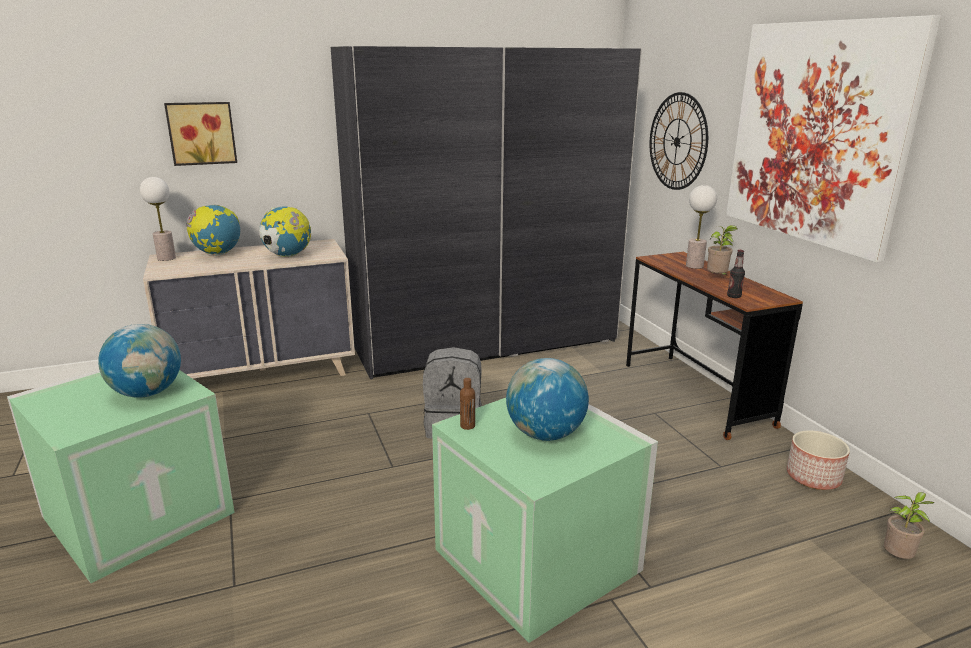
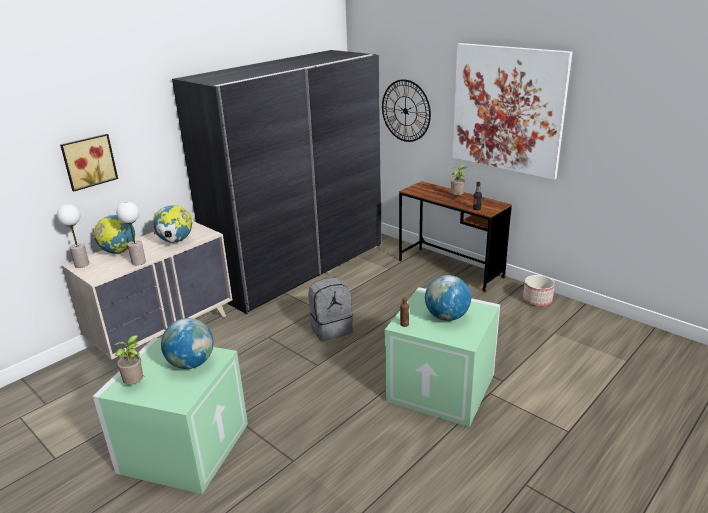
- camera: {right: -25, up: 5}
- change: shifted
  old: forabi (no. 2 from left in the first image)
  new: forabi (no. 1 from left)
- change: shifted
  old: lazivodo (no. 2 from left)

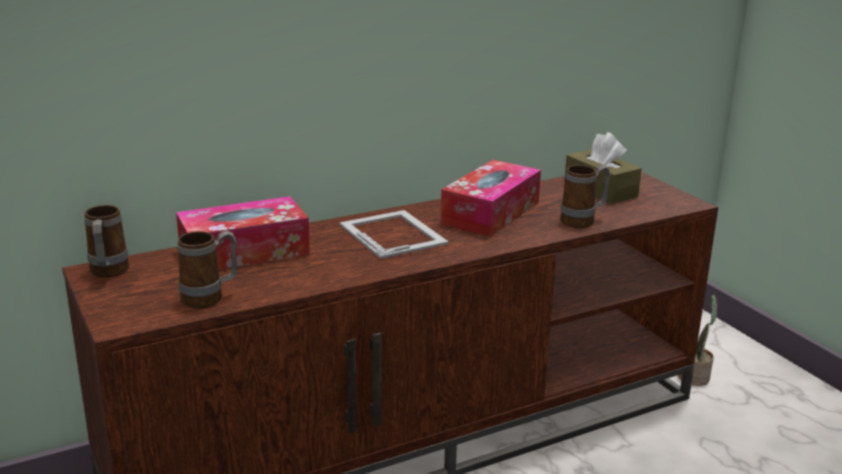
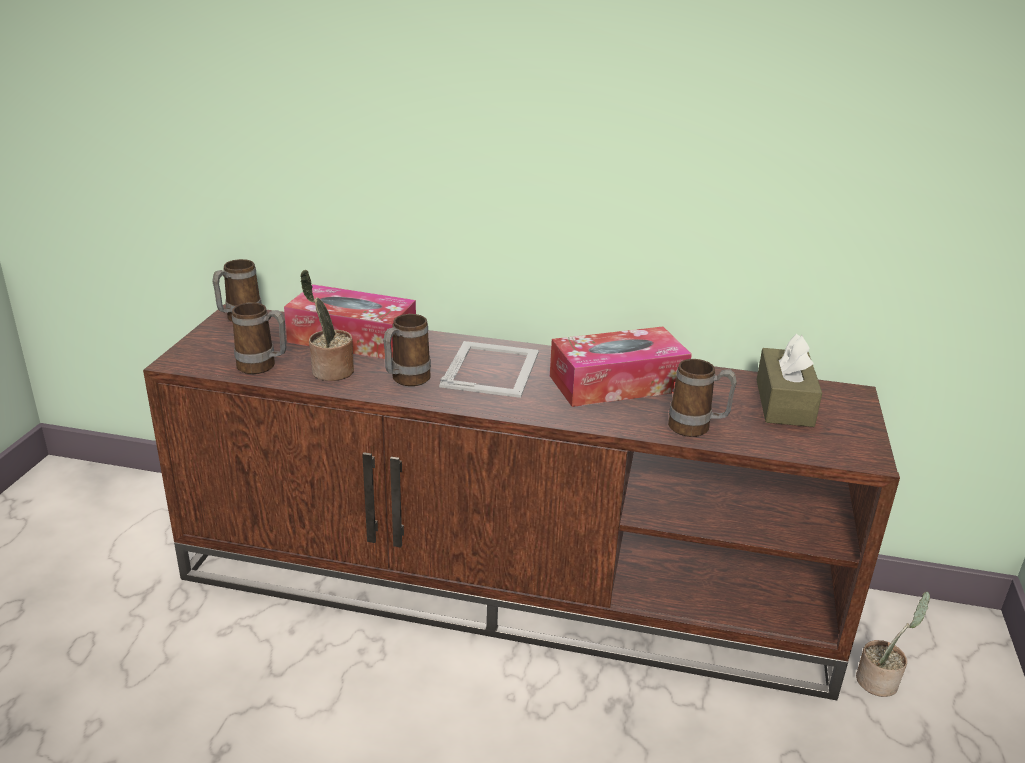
- camera: {right: 40, up: 5}
- change: new
  new: forabi (no. 1 from left)
- change: new
  new: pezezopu (no. 3 from left)

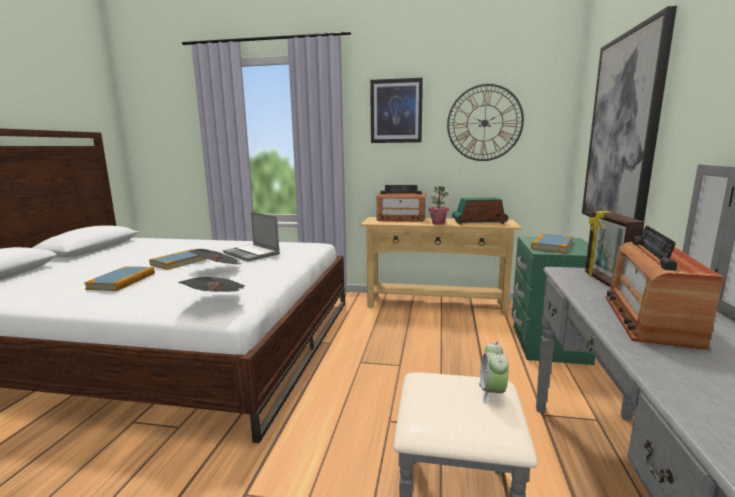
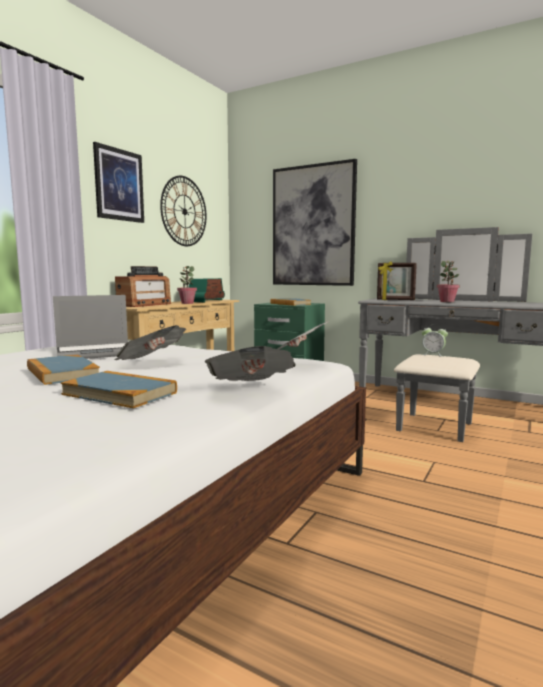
- camera: {right: -70, up: -5}
- change: new
  new: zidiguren (no. 2 from left)
- change: swapped
  old: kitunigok (no. 3 from left)
  new: forabi (no. 2 from left)

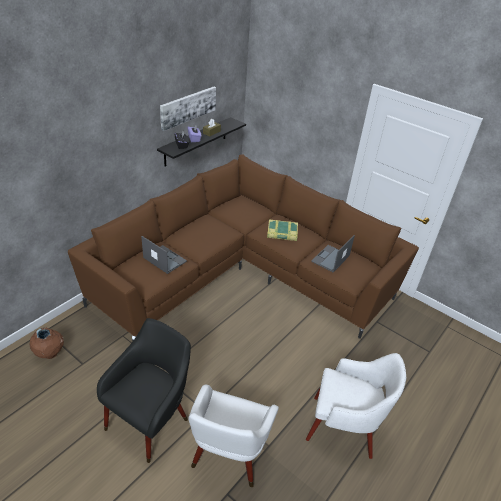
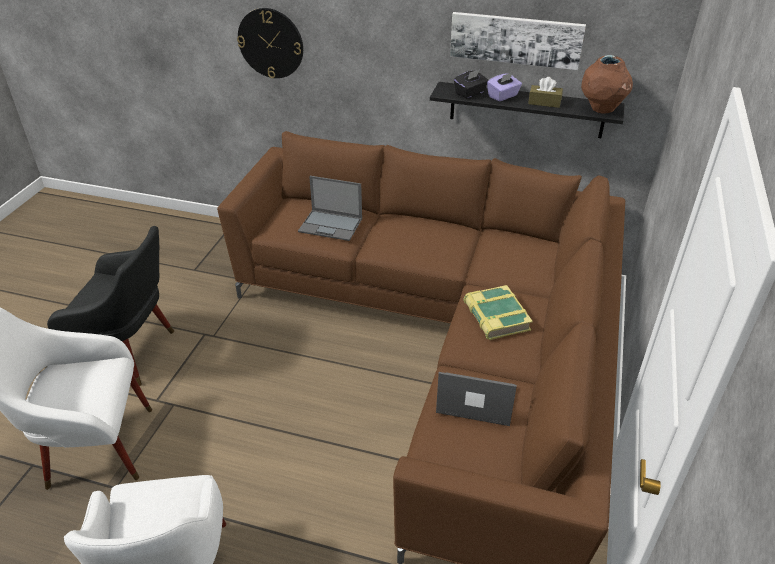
- camera: {right: 70, up: 0}
- change: new
  new: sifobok
- change: rotated
  old: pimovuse (no. 1 from left)
  degrees: 90
- change: shifted
  old: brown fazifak

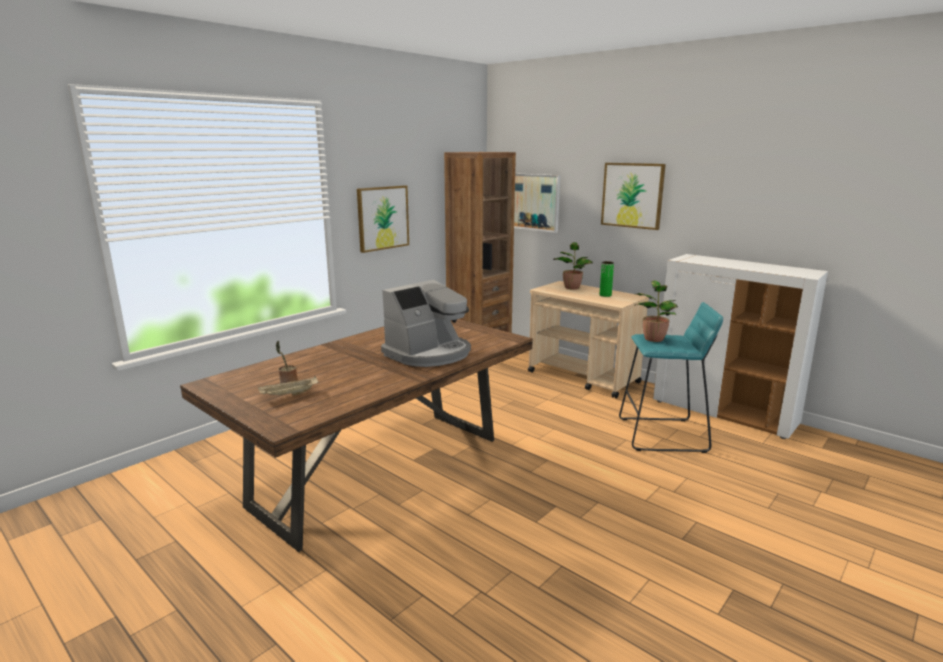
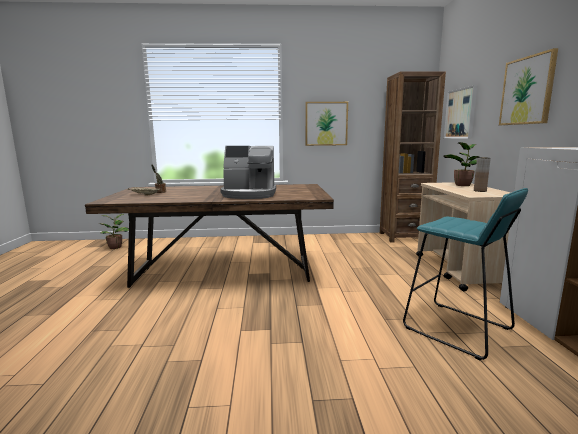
- camera: {right: 45, up: -5}
- change: shifted
  old: forabi (no. 3 from left in the first image)
  new: forabi (no. 1 from left)
- change: repainted
  old: green fazifak
  new: brown fazifak

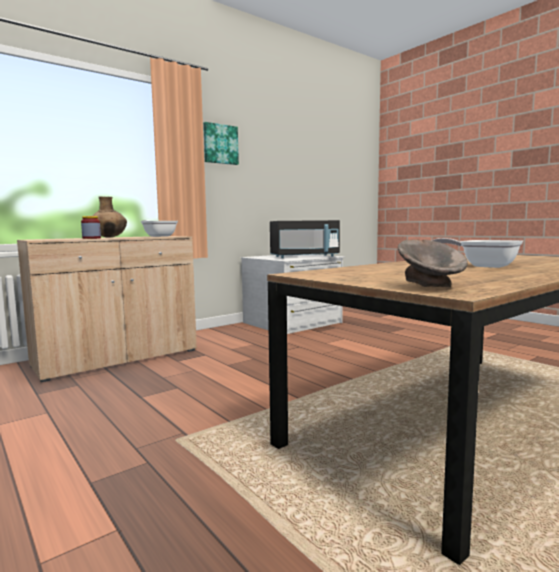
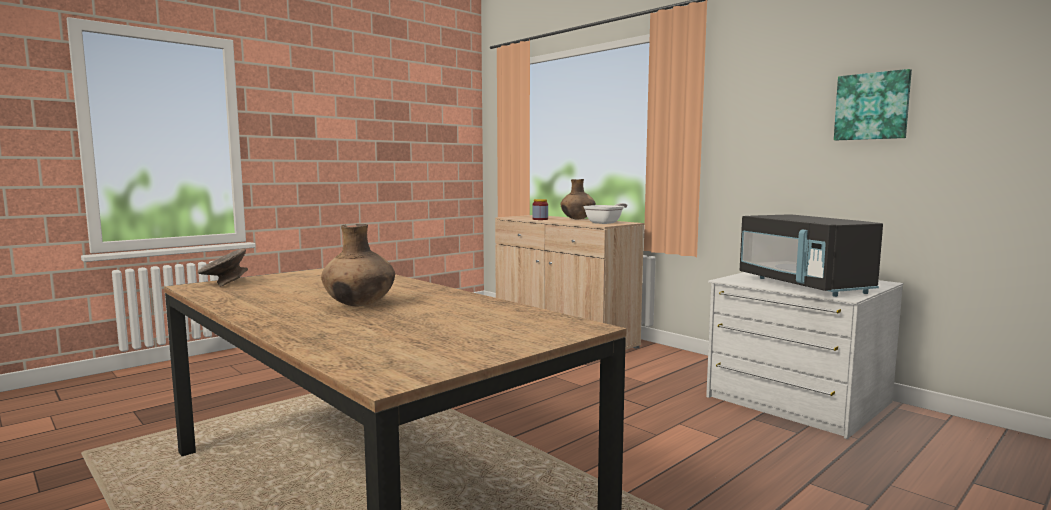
- camera: {right: 85, up: 0}
- change: swapped
  old: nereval (no. 2 from left)
  new: brown fazifak (no. 1 from left)
- change: shifted
  old: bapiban

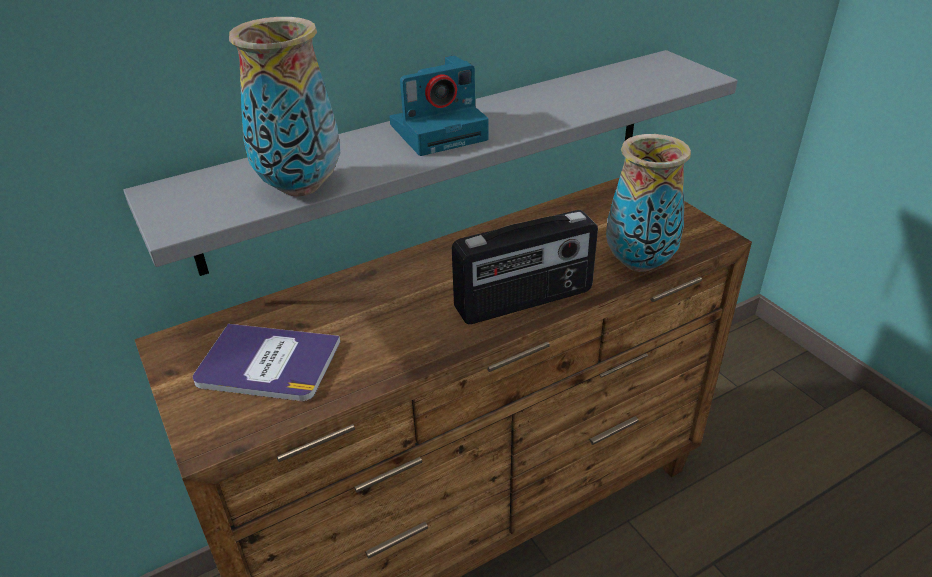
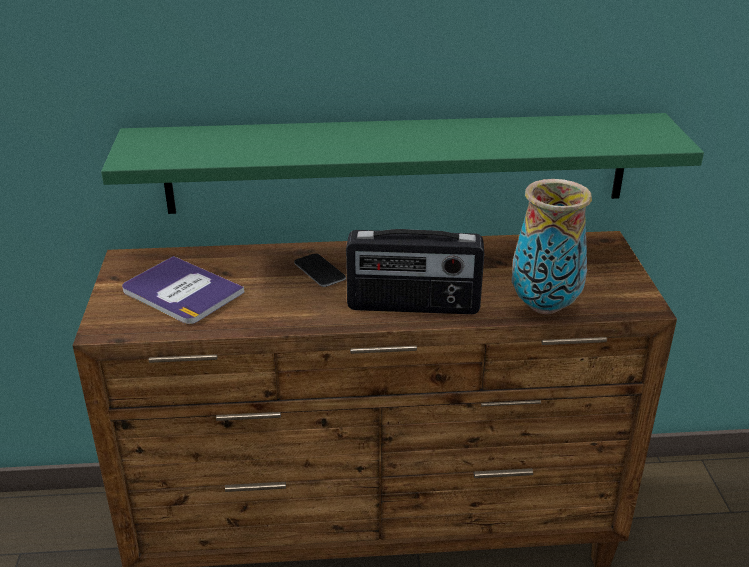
- camera: {right: 25, up: -5}
- change: repainted
  old: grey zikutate
  new: green zikutate
- change: new
  new: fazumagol
- change: gone
  old: fazifak (no. 1 from left)
- change: gone
  old: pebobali

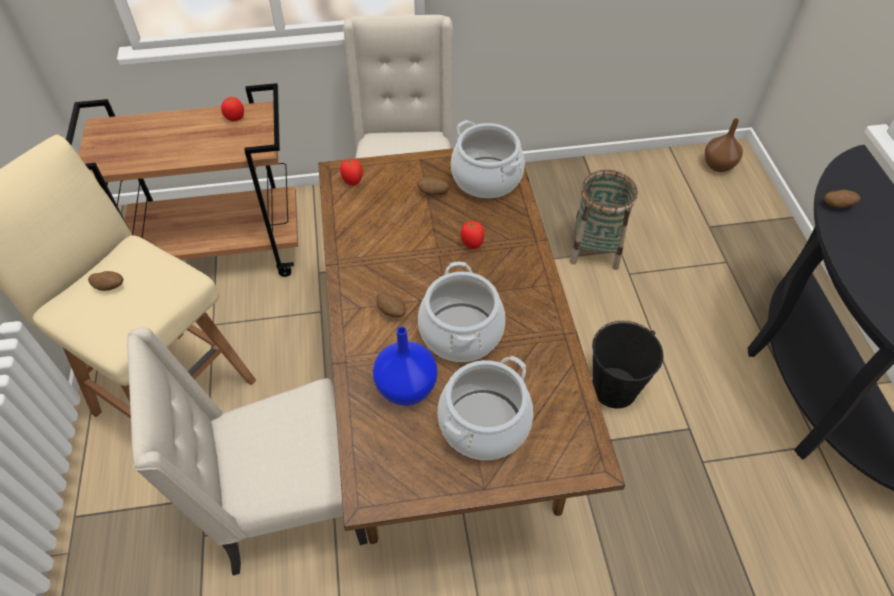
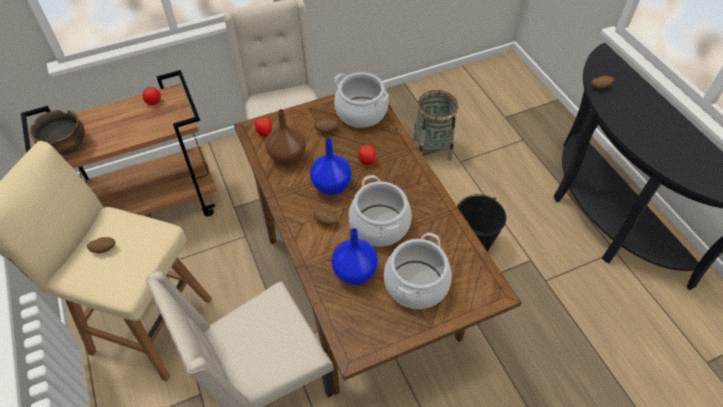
- camera: {right: -15, up: 0}
- change: new
  new: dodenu
- change: shifted
  old: brown fazifak
- change: new
  new: blue fazifak (no. 1 from left)

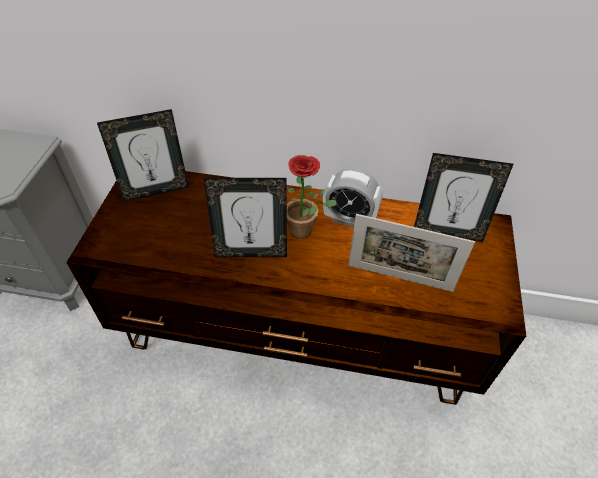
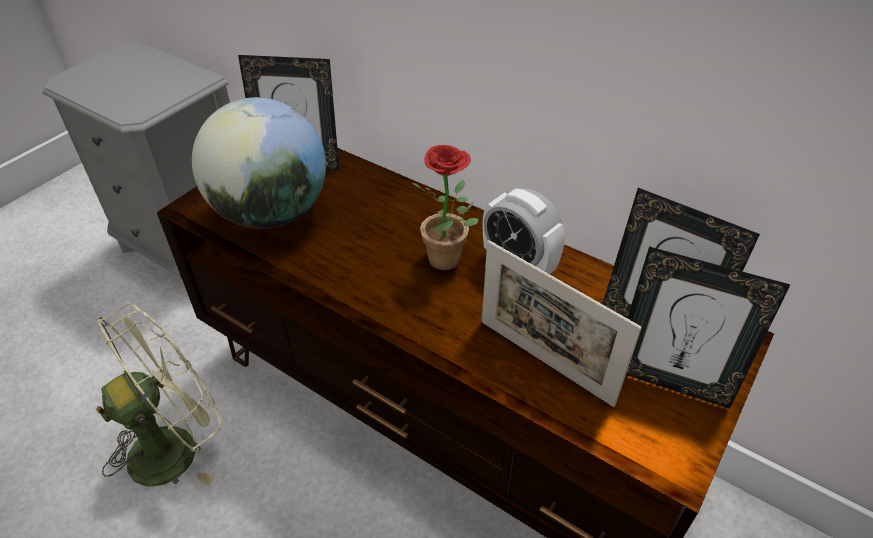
- camera: {right: 25, up: -5}
- change: new
  new: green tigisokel
- change: new
  new: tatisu
- change: shifted
  old: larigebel (no. 2 from left in the first image)
  new: larigebel (no. 4 from left)

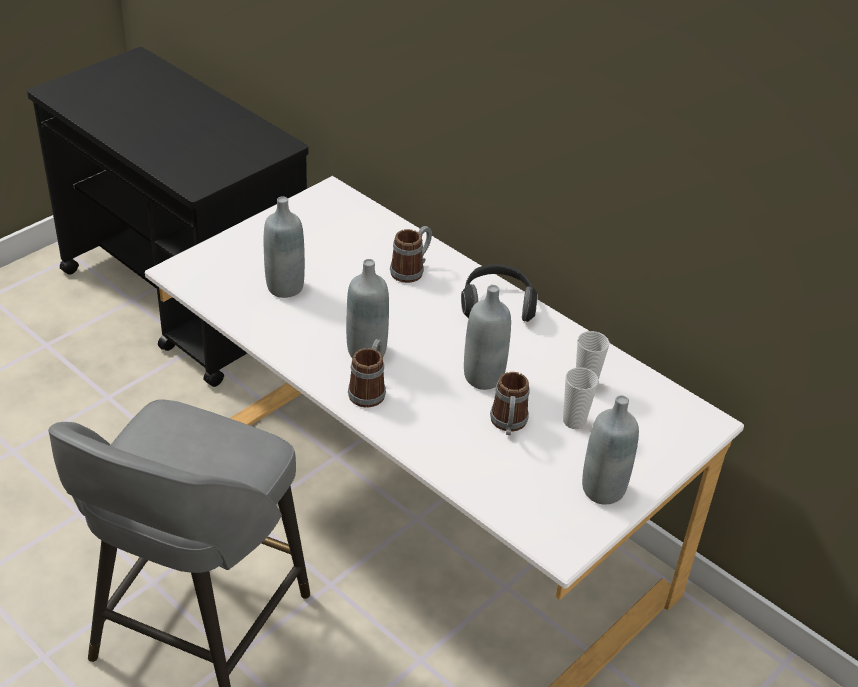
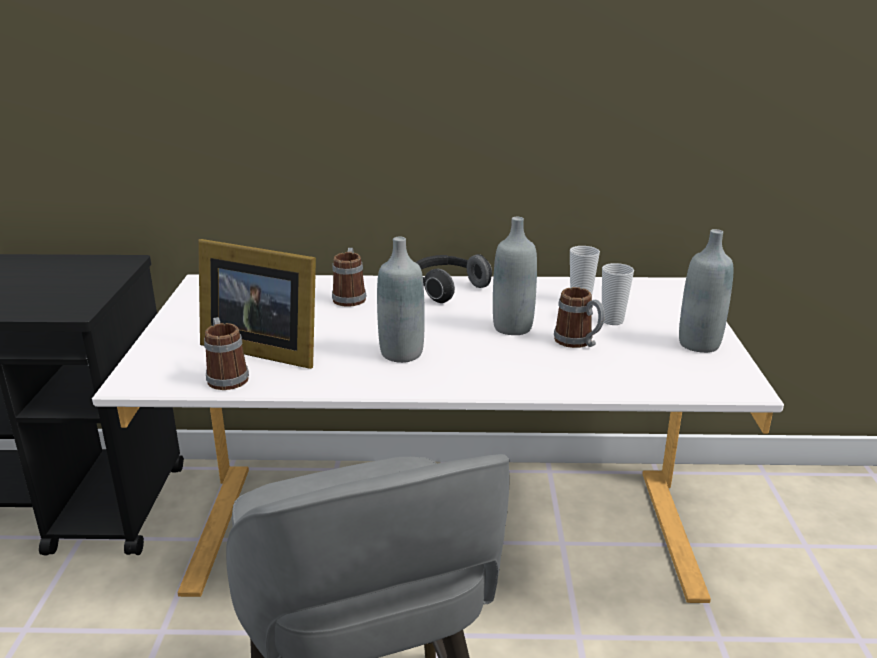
- camera: {right: -40, up: -15}
- change: swapped
  old: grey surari (no. 1 from left)
  new: larigebel
- change: shifted
  old: pezezopu (no. 1 from left)

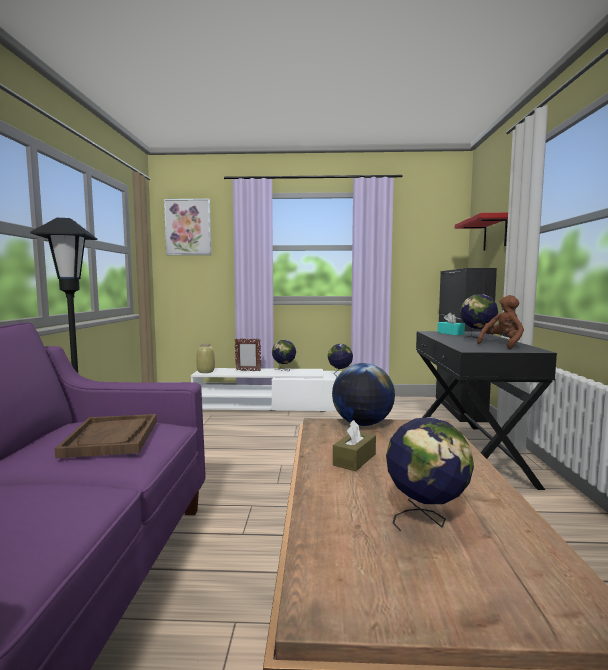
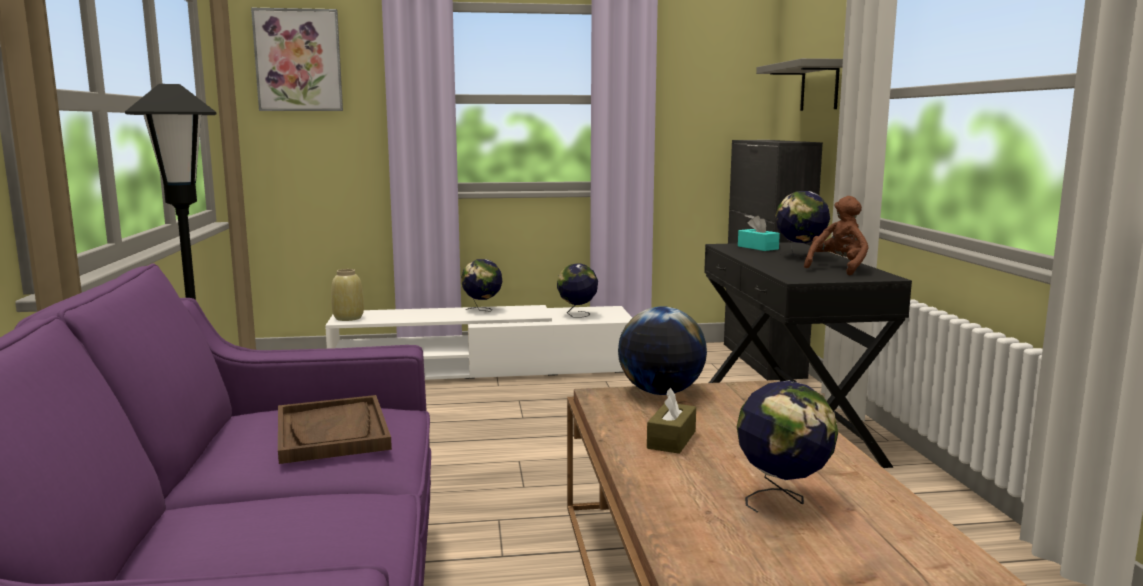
- camera: {right: -10, up: 5}
- change: repainted
  old: red zikutate
  new: grey zikutate
- change: gone
  old: larigebel

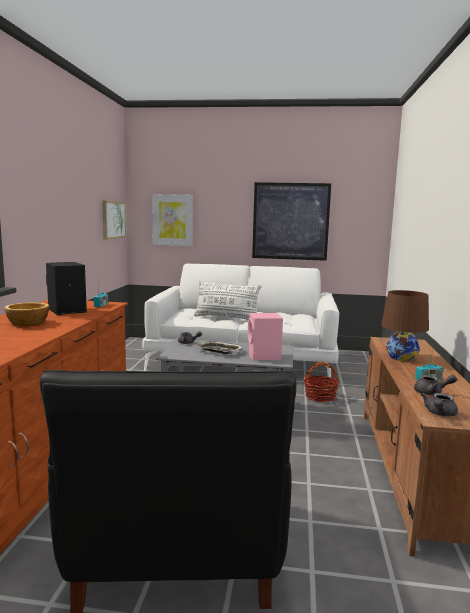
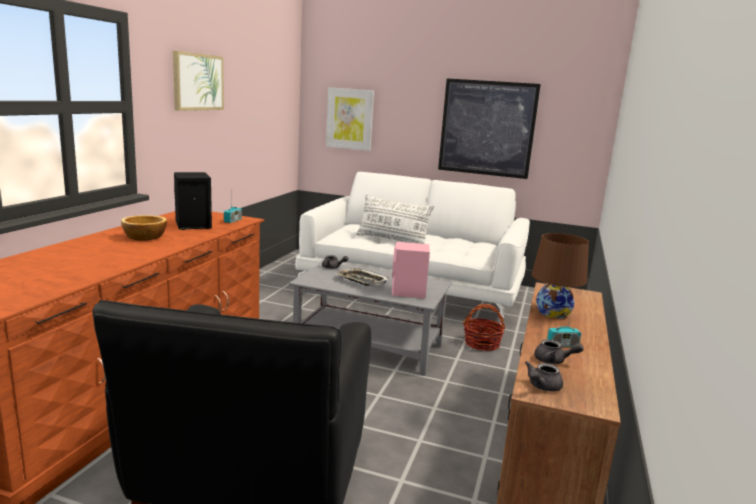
- camera: {right: 10, up: 5}
- change: shifted
  old: bapiban (no. 1 from left)

